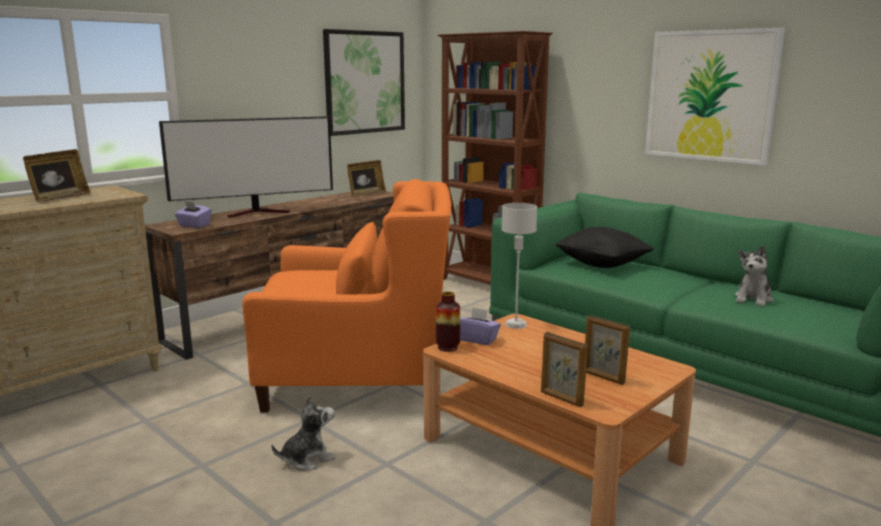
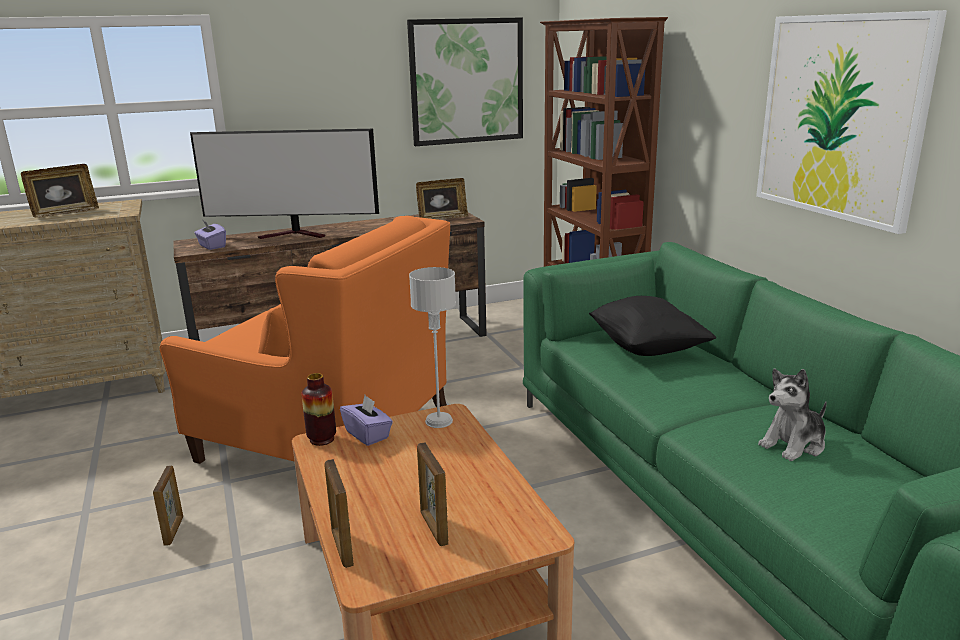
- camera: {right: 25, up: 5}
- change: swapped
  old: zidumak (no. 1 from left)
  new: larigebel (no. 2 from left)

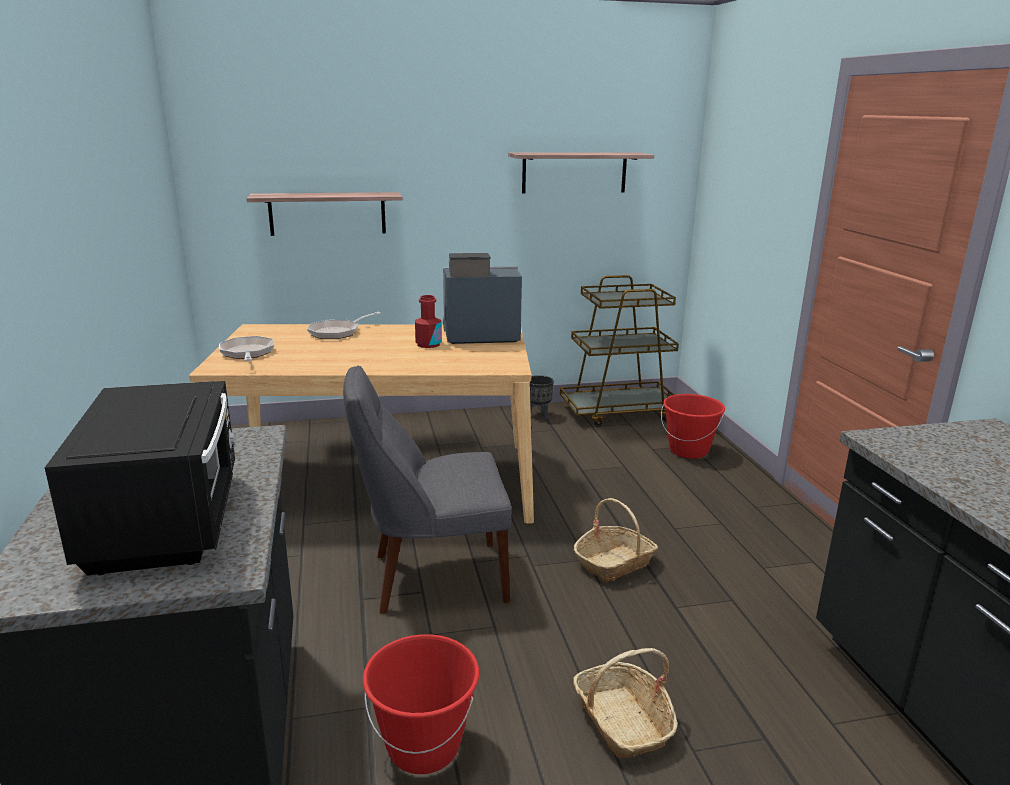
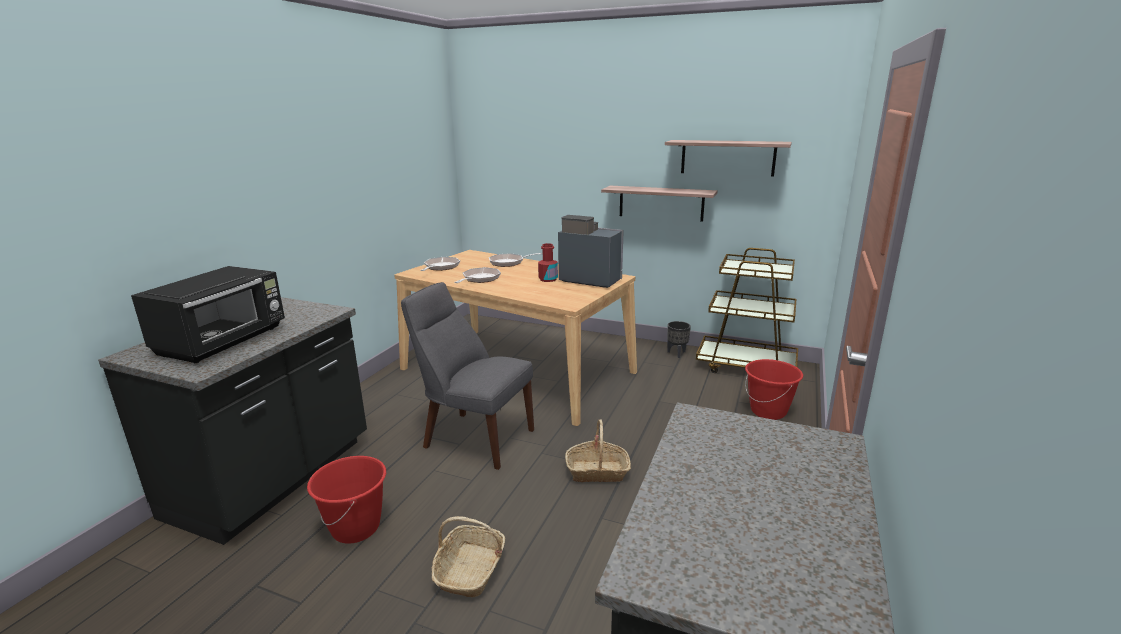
- camera: {right: 35, up: 0}
- change: new
  new: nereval (no. 2 from left)
- change: shifted
  old: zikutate (no. 1 from left)

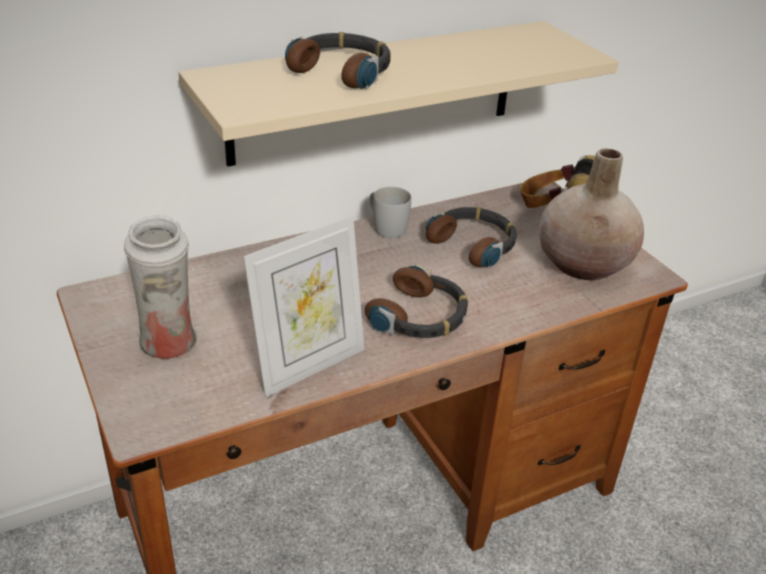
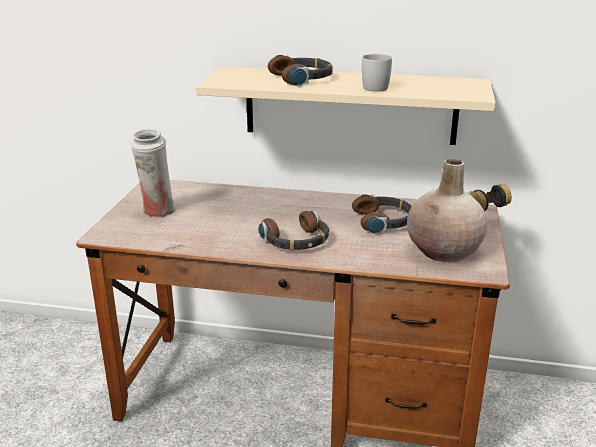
- camera: {right: 40, up: -10}
- change: shifted
  old: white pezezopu
- change: gone
  old: larigebel

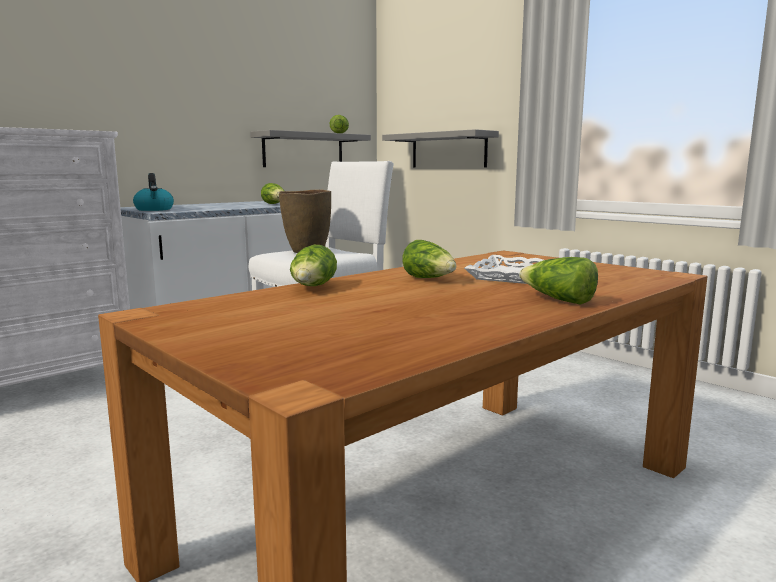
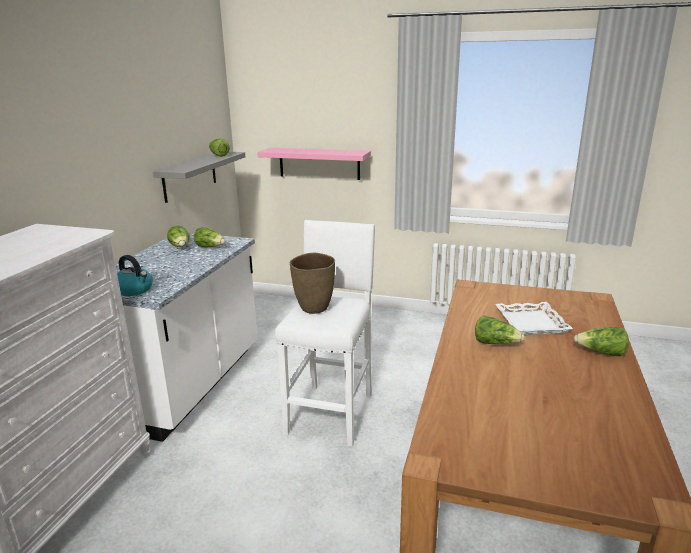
- camera: {right: -30, up: 10}
- change: shifted
  old: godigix (no. 2 from left in the first image)
  new: godigix (no. 1 from left)
- change: repainted
  old: grey zikutate (no. 2 from left)
  new: pink zikutate

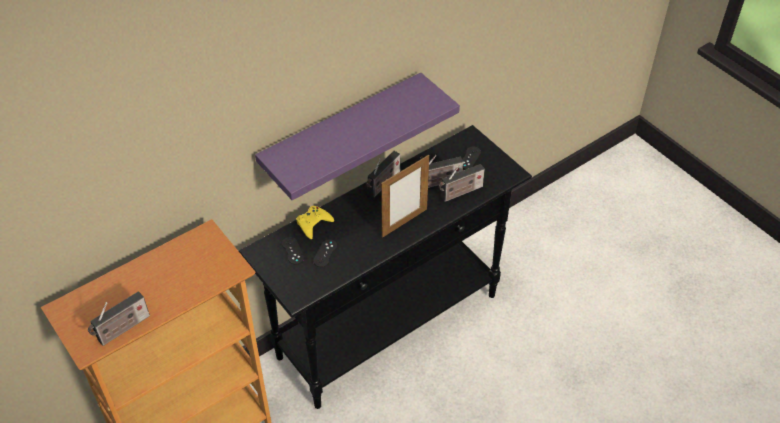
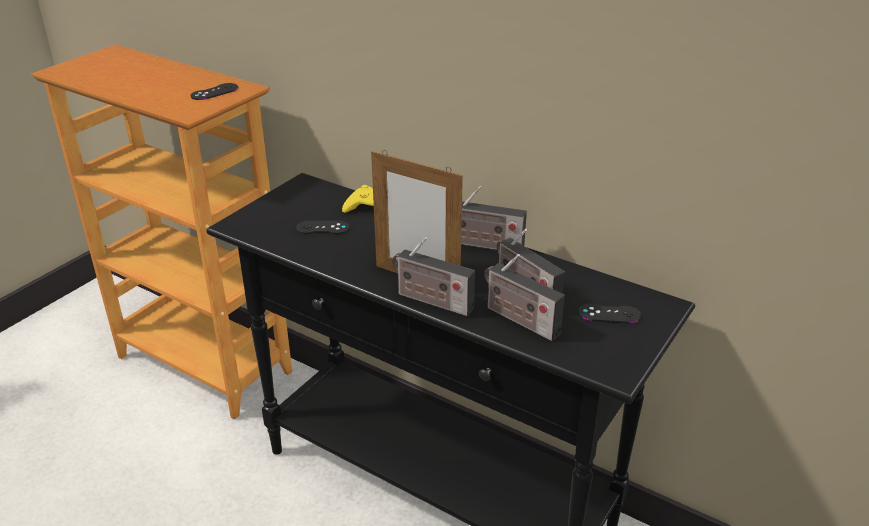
- camera: {right: 70, up: -15}
- change: shifted
  old: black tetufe (no. 1 from left)
- change: shifted
  old: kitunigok (no. 1 from left)
- change: gone
  old: purple zikutate

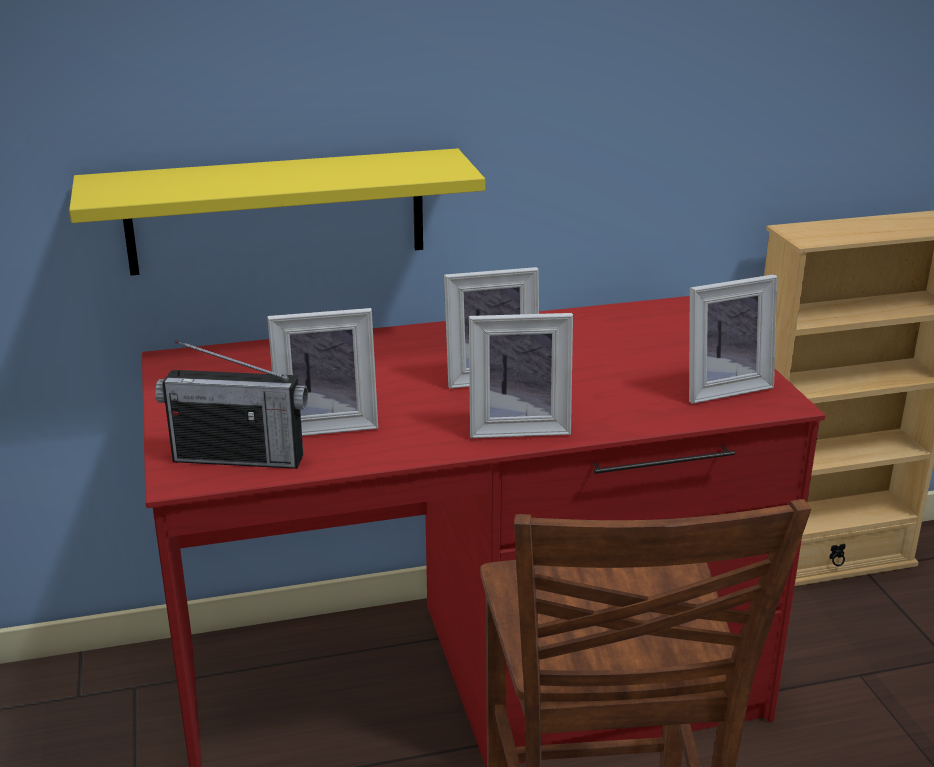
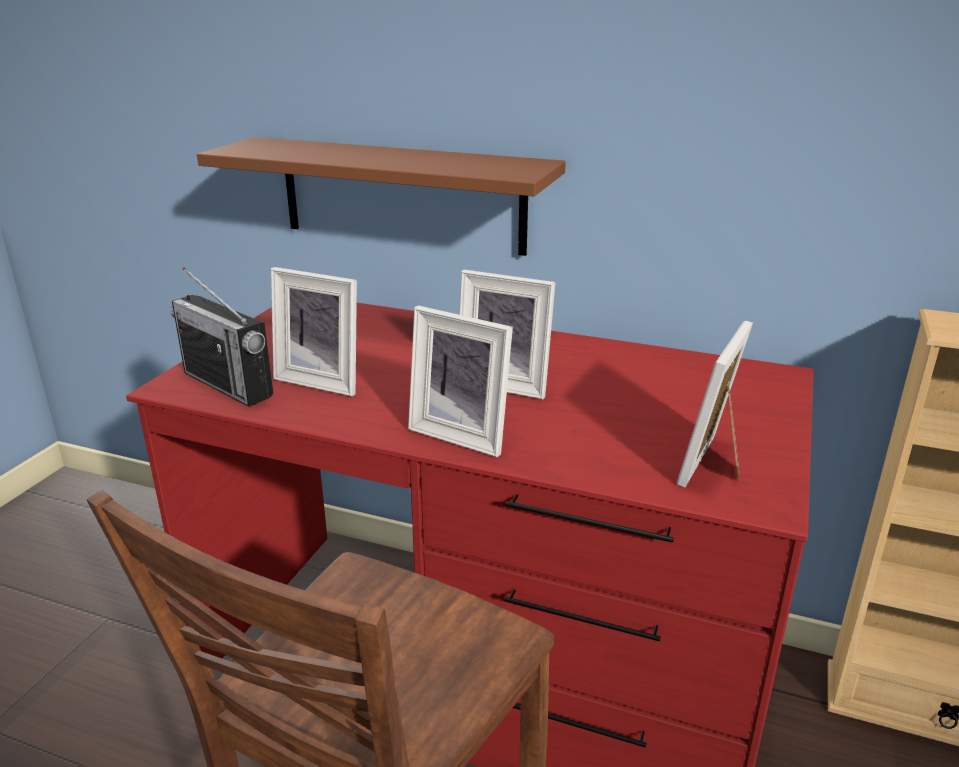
- camera: {right: 35, up: 0}
- change: repainted
  old: yellow zikutate
  new: brown zikutate
- change: rotated
  old: larigebel (no. 4 from left)
  degrees: 105

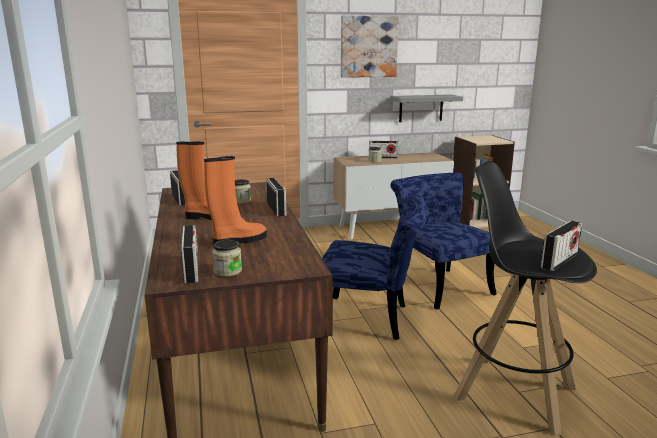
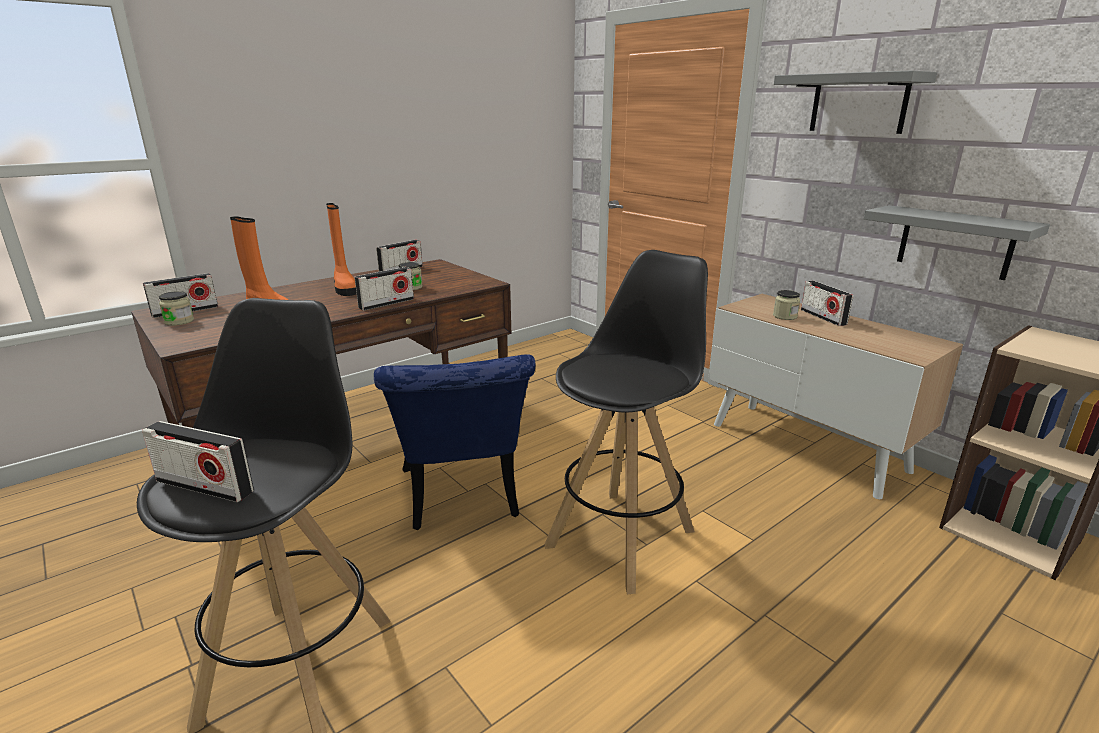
- camera: {right: 65, up: 5}
- change: swapped
  old: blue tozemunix (no. 2 from left)
  new: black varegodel (no. 2 from left)
- change: swapped
  old: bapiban
  new: grey zikutate (no. 1 from left)

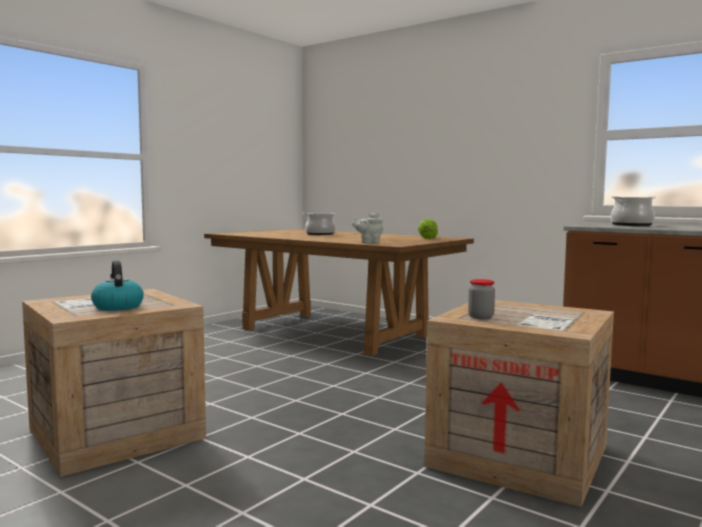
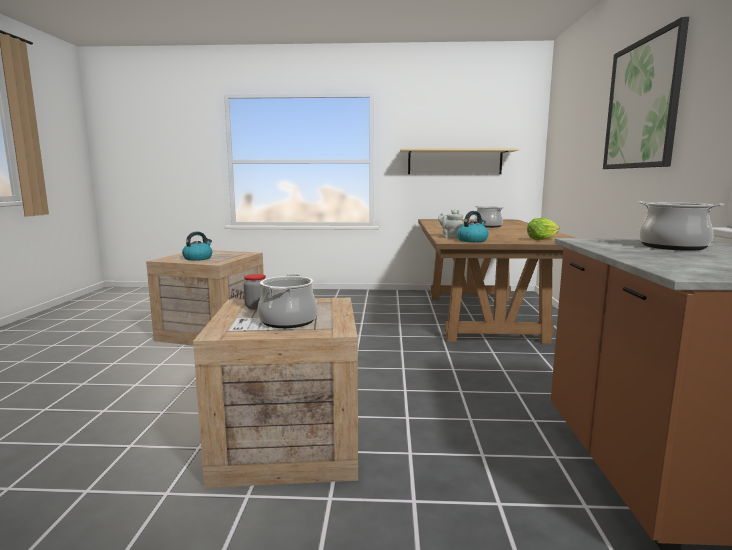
- camera: {right: 55, up: 5}
- change: new
  new: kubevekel (no. 1 from left)
- change: new
  new: beige zikutate
- change: new
  new: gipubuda (no. 2 from left)
- change: new
  new: bapiban

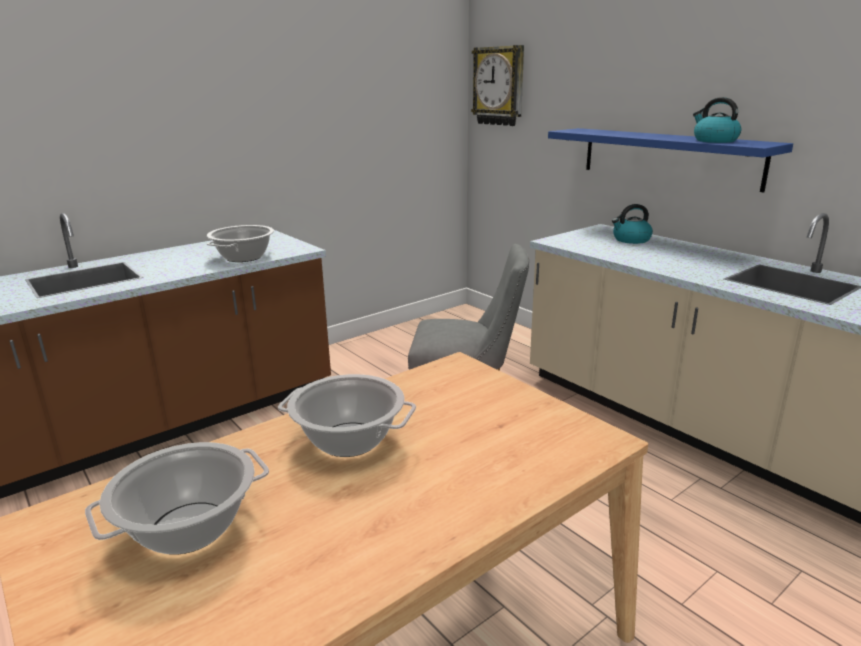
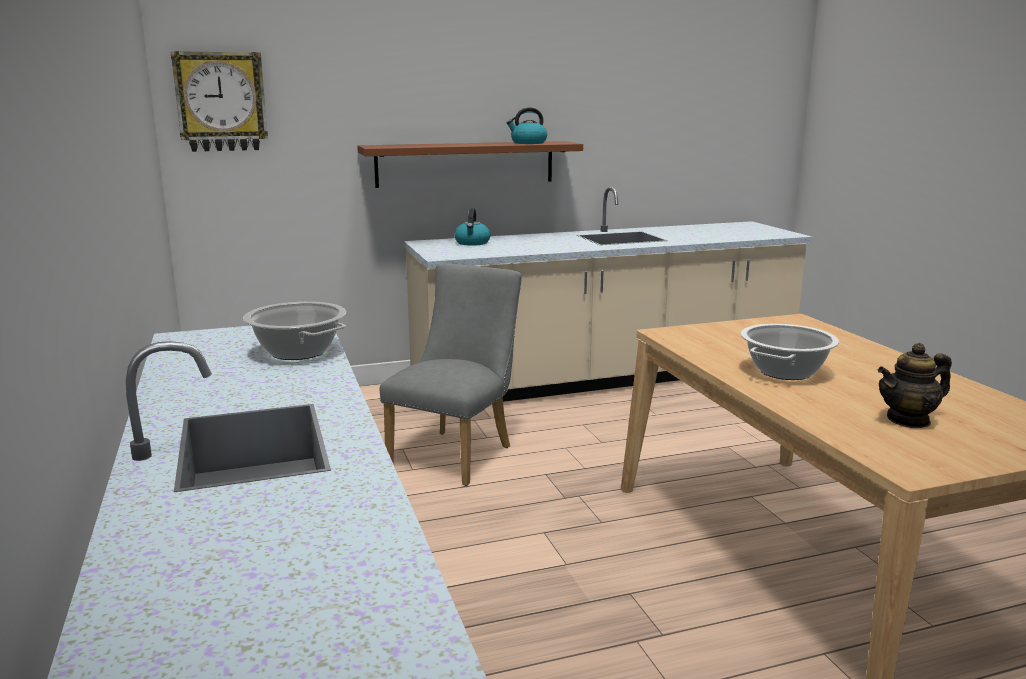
- camera: {right: -70, up: -5}
- change: repainted
  old: blue zikutate
  new: brown zikutate
- change: swapped
  old: kubevekel (no. 1 from left)
  new: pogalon

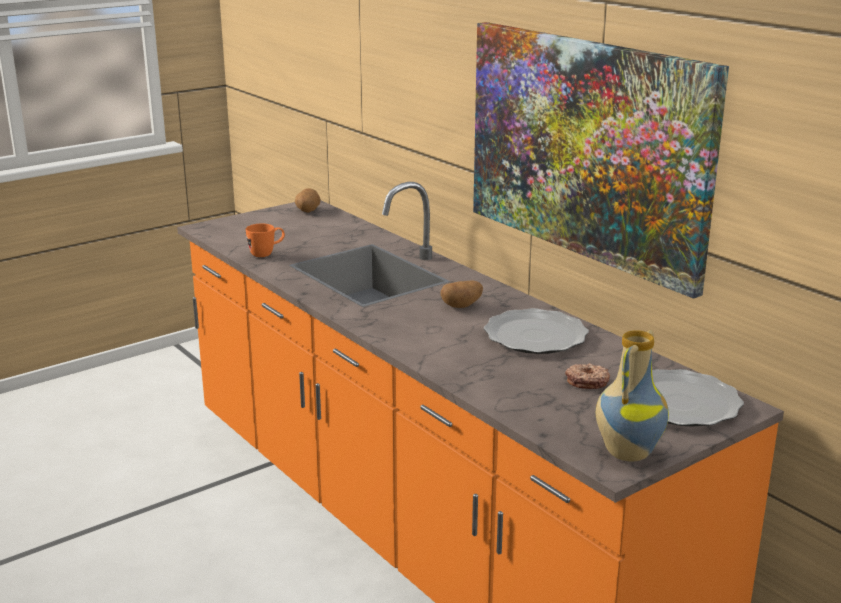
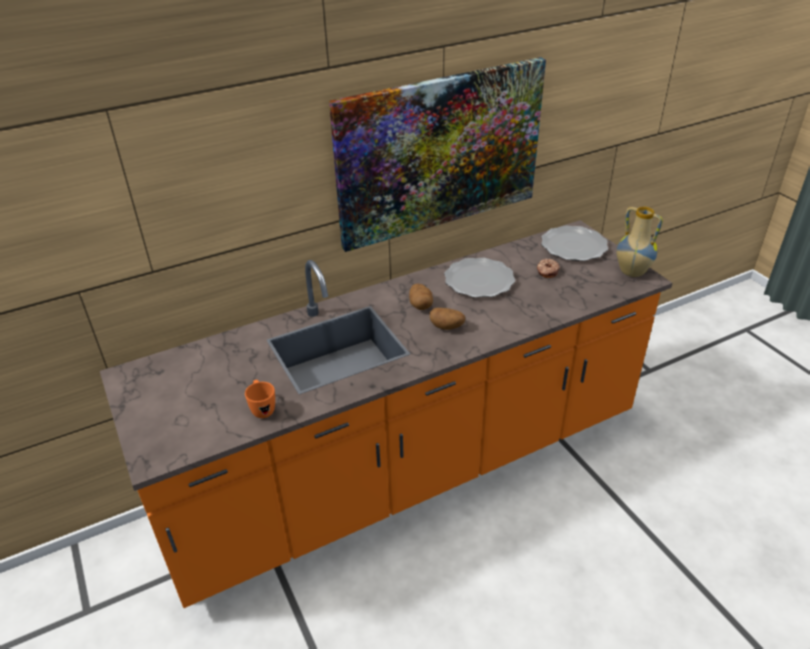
- camera: {right: -80, up: 15}
- change: shifted
  old: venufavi (no. 1 from left in the first image)
  new: venufavi (no. 2 from left)

